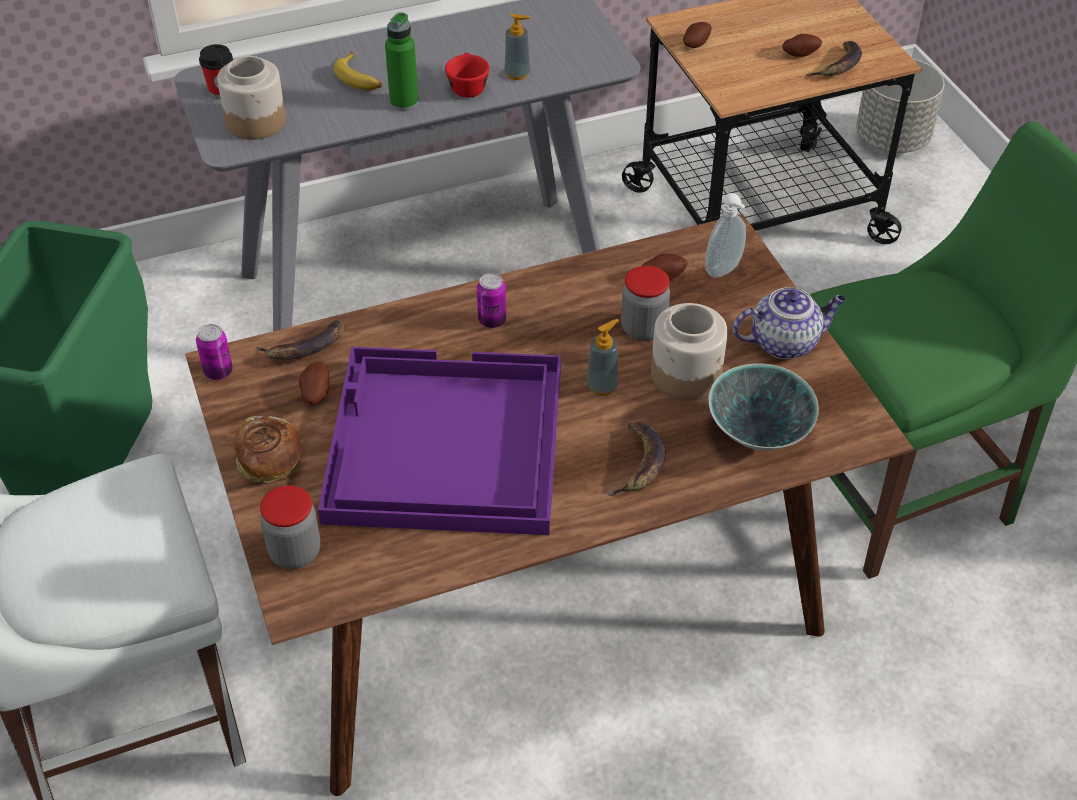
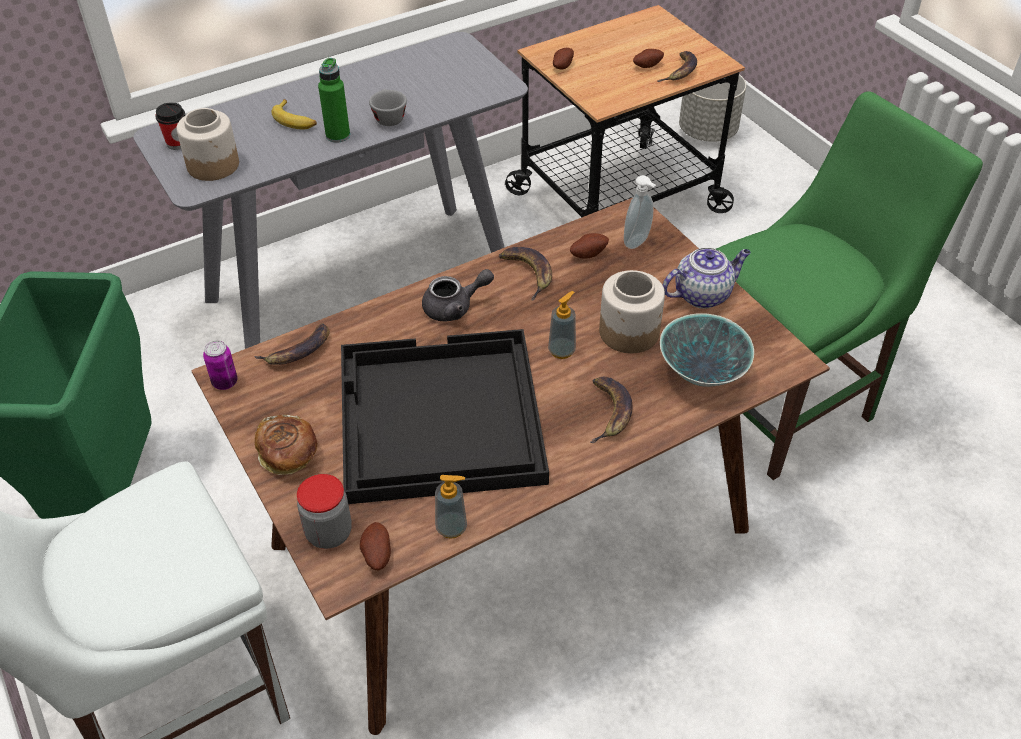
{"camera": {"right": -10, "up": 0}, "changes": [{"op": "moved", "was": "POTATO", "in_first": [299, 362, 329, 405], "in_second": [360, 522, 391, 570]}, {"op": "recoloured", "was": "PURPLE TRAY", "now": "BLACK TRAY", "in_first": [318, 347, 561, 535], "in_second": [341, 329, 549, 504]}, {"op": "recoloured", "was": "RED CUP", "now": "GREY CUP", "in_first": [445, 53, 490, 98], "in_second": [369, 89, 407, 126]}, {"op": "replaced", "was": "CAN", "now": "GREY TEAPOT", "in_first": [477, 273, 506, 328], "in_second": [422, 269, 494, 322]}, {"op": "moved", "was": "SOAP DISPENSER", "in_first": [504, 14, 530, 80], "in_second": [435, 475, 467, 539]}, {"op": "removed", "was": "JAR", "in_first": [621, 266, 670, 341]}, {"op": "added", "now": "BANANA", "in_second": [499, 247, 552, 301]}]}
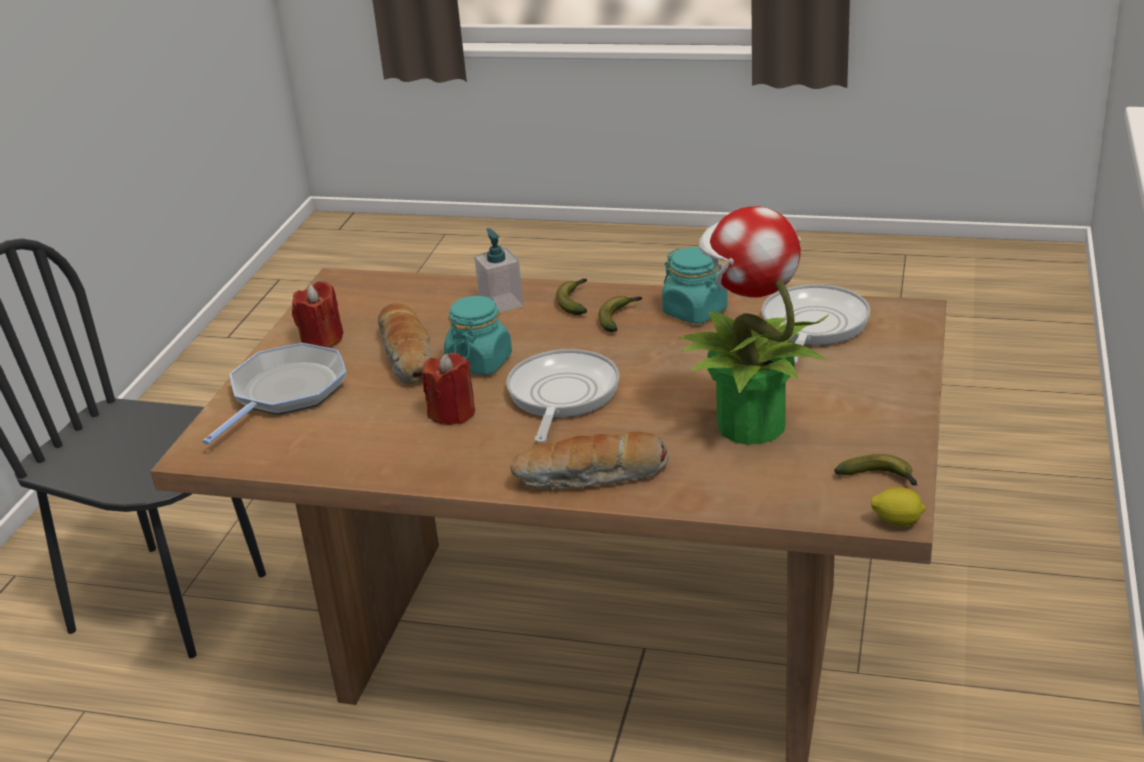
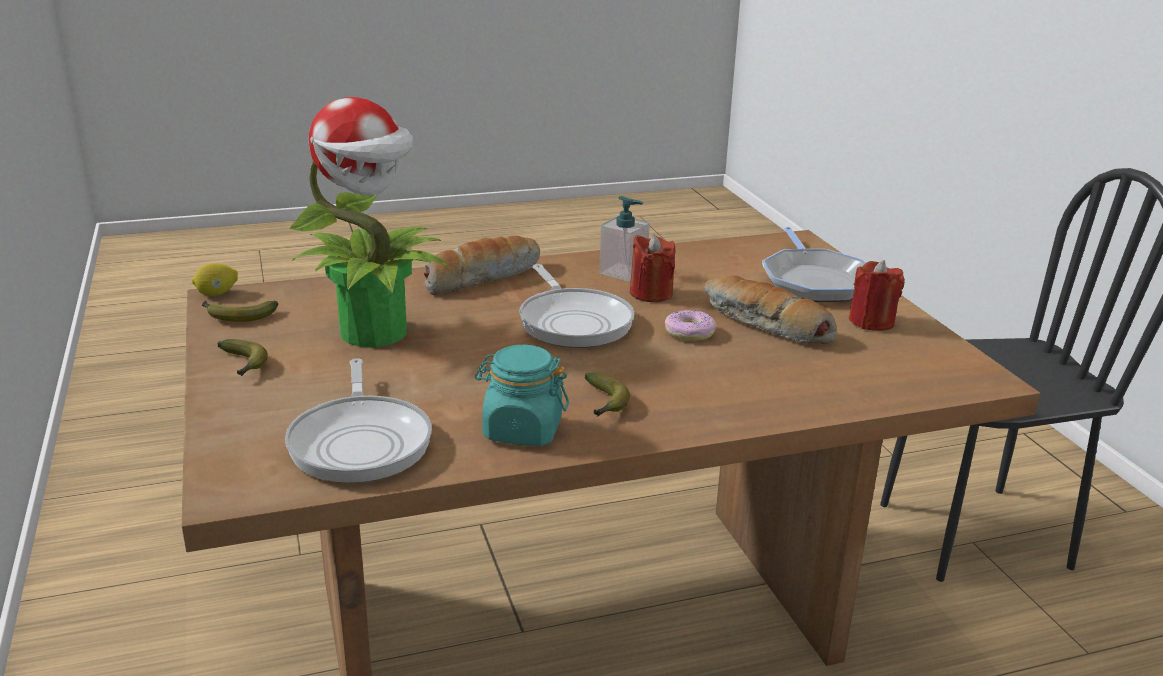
{"camera": {"right": 145, "up": -5}, "changes": [{"op": "replaced", "was": "TURQUOISE JAR", "now": "DONUT", "in_first": [444, 296, 512, 375], "in_second": [665, 310, 717, 341]}, {"op": "moved", "was": "SOAP DISPENSER", "in_first": [474, 228, 524, 313], "in_second": [599, 196, 650, 282]}, {"op": "moved", "was": "BANANA", "in_first": [556, 279, 587, 315], "in_second": [217, 339, 268, 376]}]}
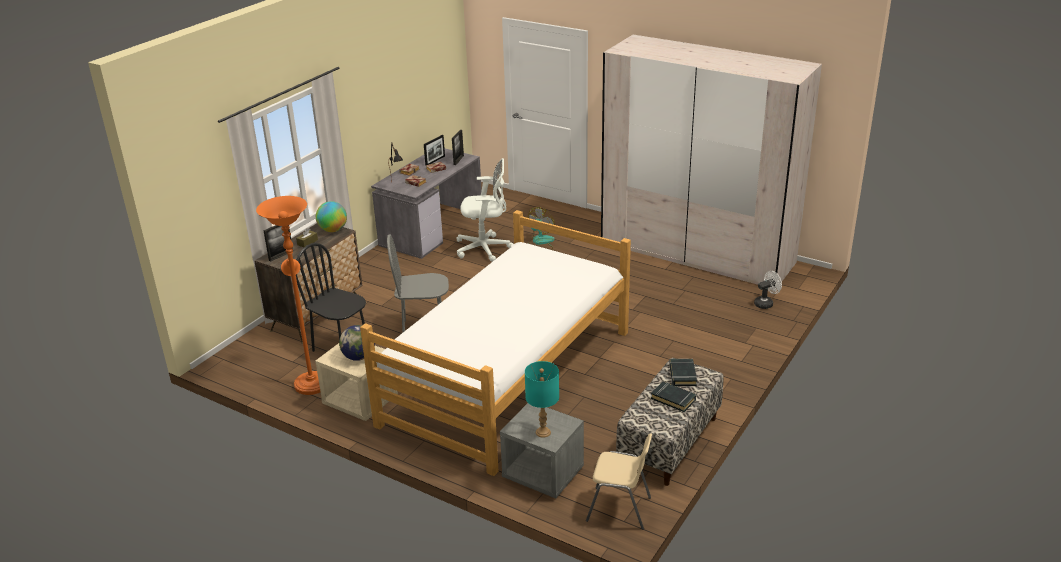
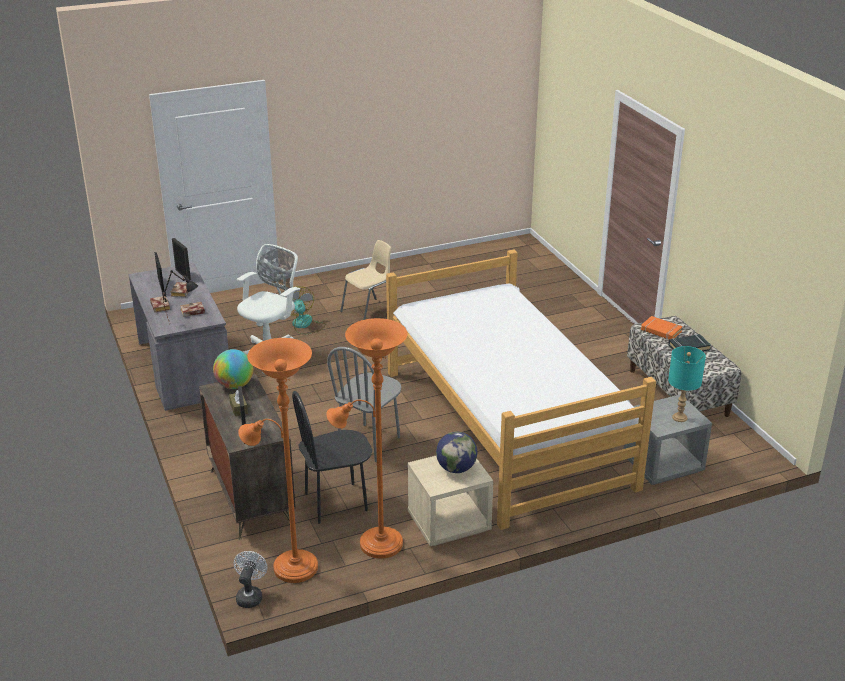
{"camera": {"right": -55, "up": 0}, "changes": [{"op": "moved", "was": "BEIGE CHAIR", "in_first": [586, 433, 652, 530], "in_second": [340, 240, 391, 320]}, {"op": "removed", "was": "BEIGE WARDROBE", "in_first": [601, 35, 822, 289]}, {"op": "recoloured", "was": "BLACK BOOK", "now": "ORANGE BOOK", "in_first": [669, 359, 697, 386], "in_second": [641, 316, 682, 340]}, {"op": "moved", "was": "WHITE FAN", "in_first": [754, 271, 782, 309], "in_second": [234, 551, 267, 608]}, {"op": "added", "now": "ORANGE FLOOR LAMP", "in_second": [238, 338, 318, 583]}]}
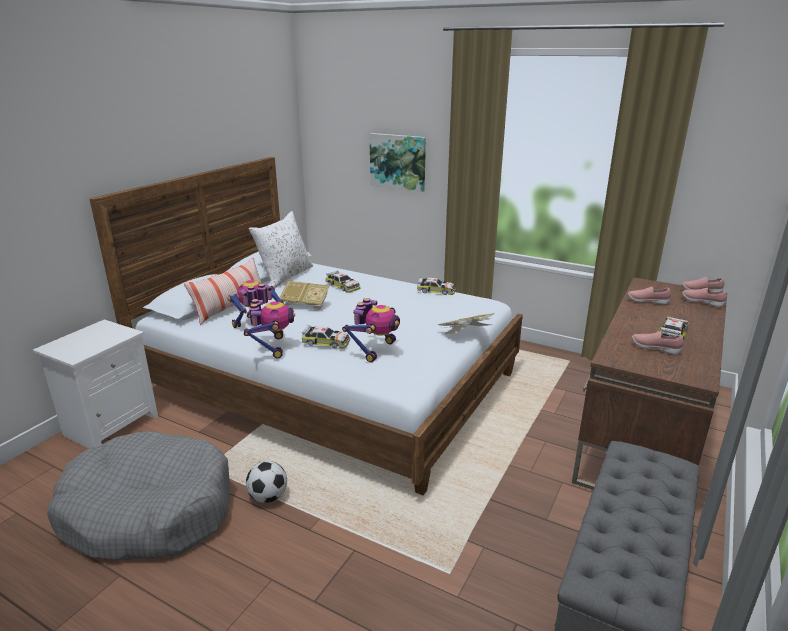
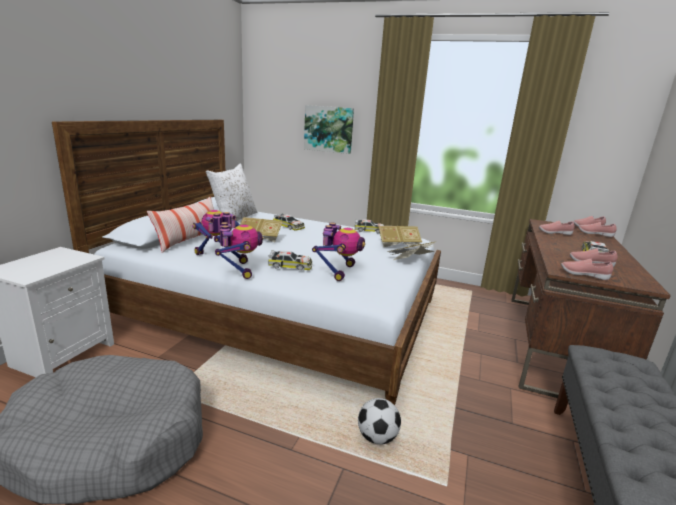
{"camera": {"right": -10, "up": -5}, "changes": [{"op": "moved", "was": "FOOTBALL", "in_first": [246, 461, 287, 503], "in_second": [358, 398, 401, 445]}, {"op": "added", "now": "BOOK", "in_second": [378, 226, 422, 247]}, {"op": "added", "now": "PINK SHOE", "in_second": [561, 259, 613, 280]}]}
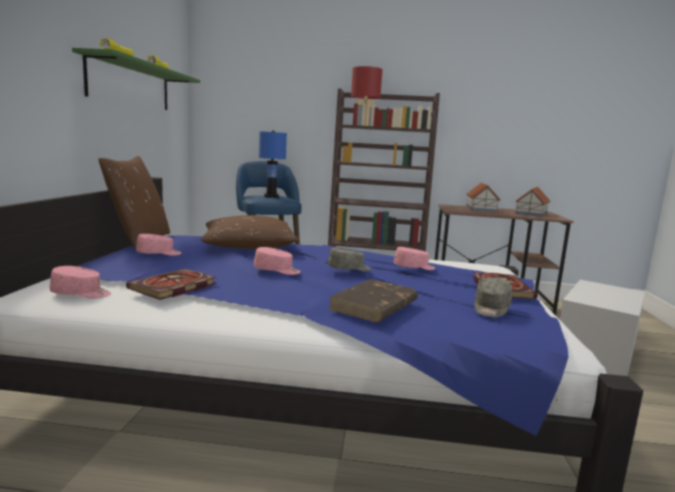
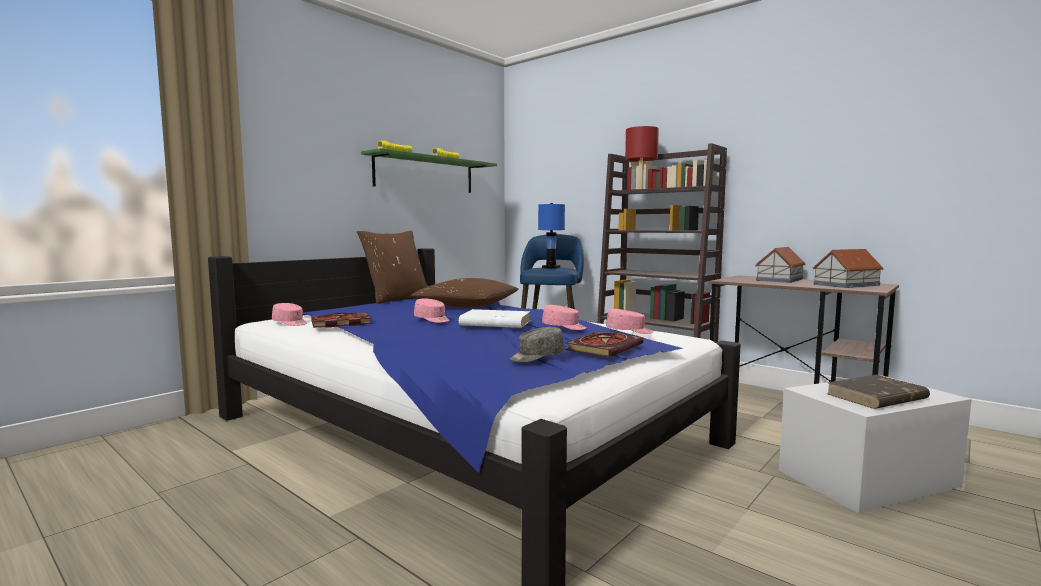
{"camera": {"right": 35, "up": -5}, "changes": [{"op": "moved", "was": "PINK CAP", "in_first": [136, 234, 181, 256], "in_second": [606, 309, 653, 334]}, {"op": "replaced", "was": "GREY CAP", "now": "WHITE BOOK", "in_first": [328, 248, 371, 271], "in_second": [459, 309, 530, 328]}, {"op": "moved", "was": "BROWN BOOK", "in_first": [328, 279, 418, 323], "in_second": [828, 375, 930, 409]}]}
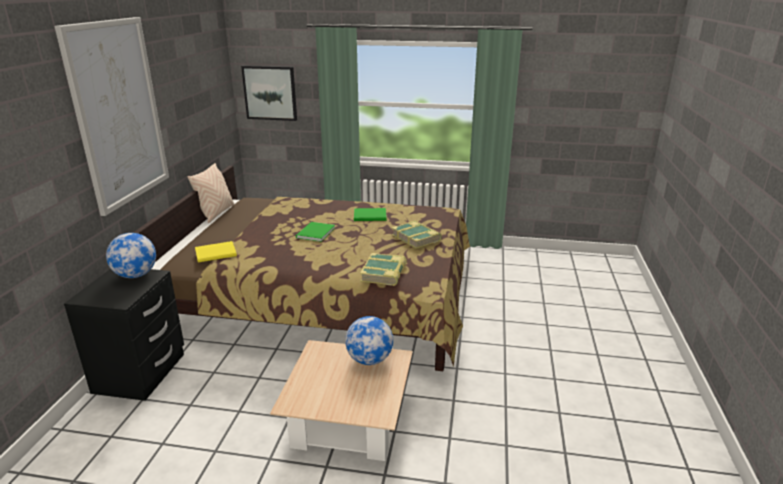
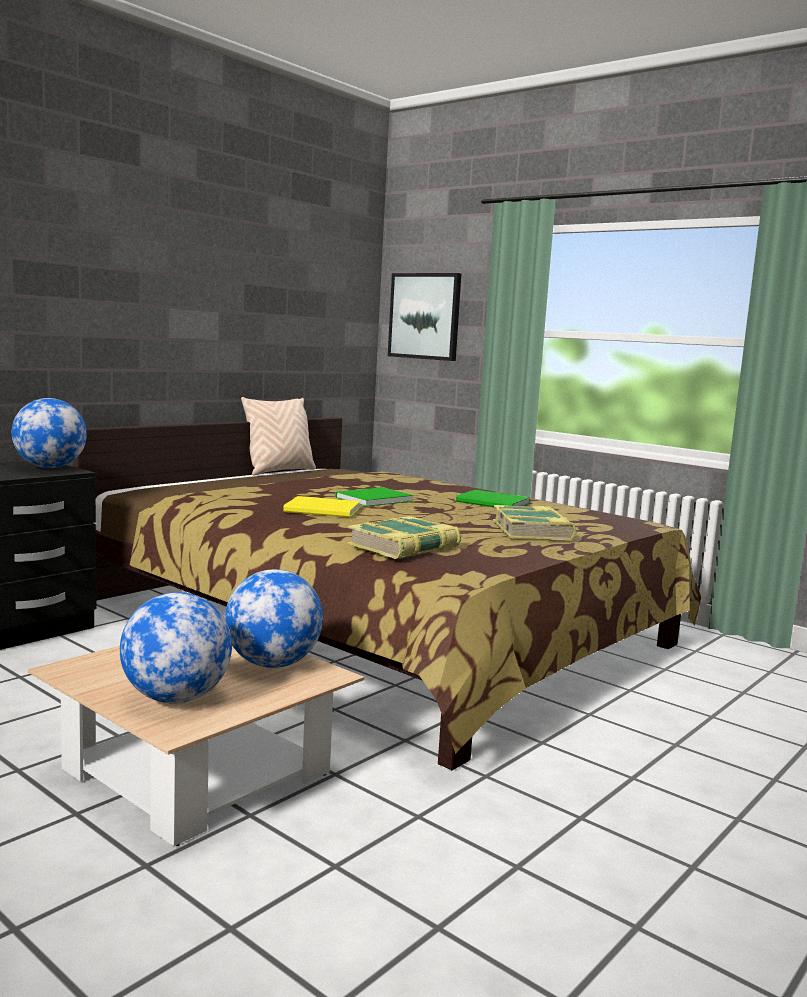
{"camera": {"right": 30, "up": -15}, "changes": [{"op": "removed", "was": "PICTURE", "in_first": [54, 17, 169, 216]}, {"op": "moved", "was": "YELLOW BOOK", "in_first": [195, 241, 237, 263], "in_second": [283, 496, 360, 518]}, {"op": "added", "now": "GLOBE", "in_second": [120, 592, 232, 703]}]}
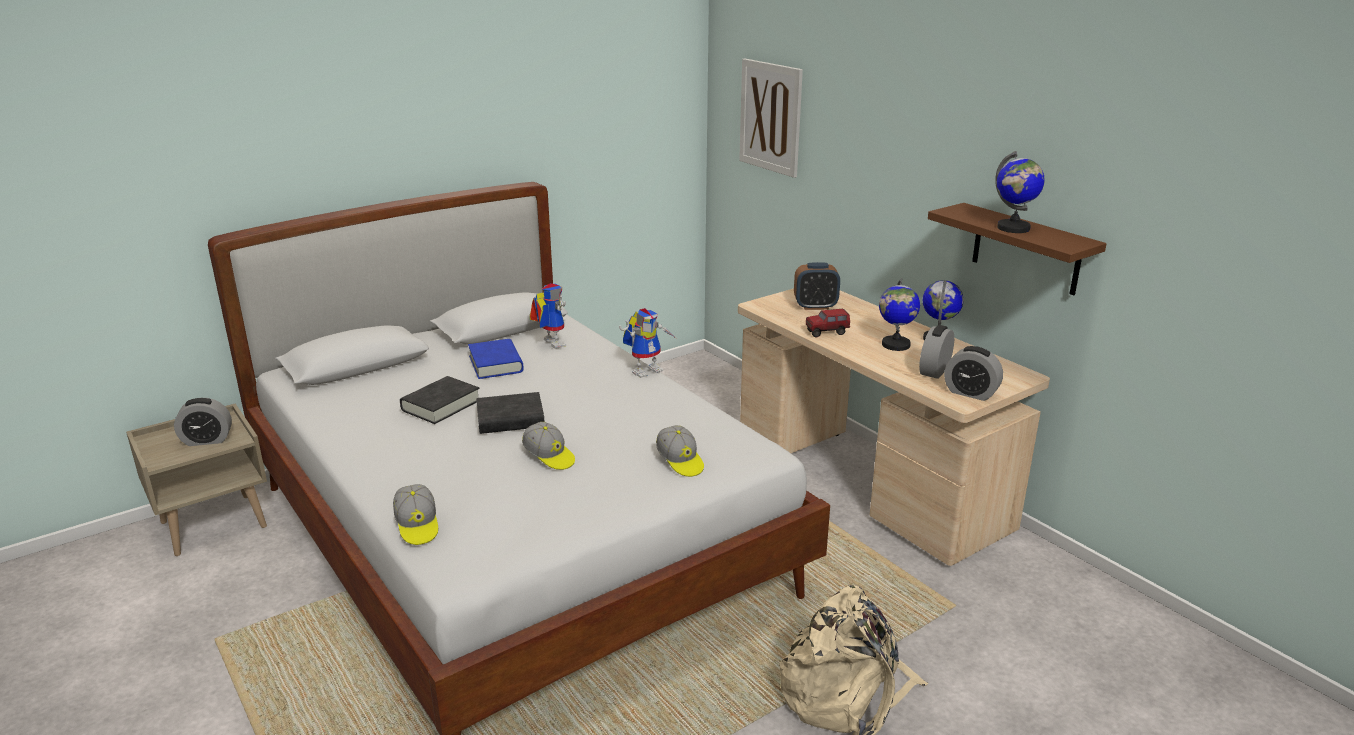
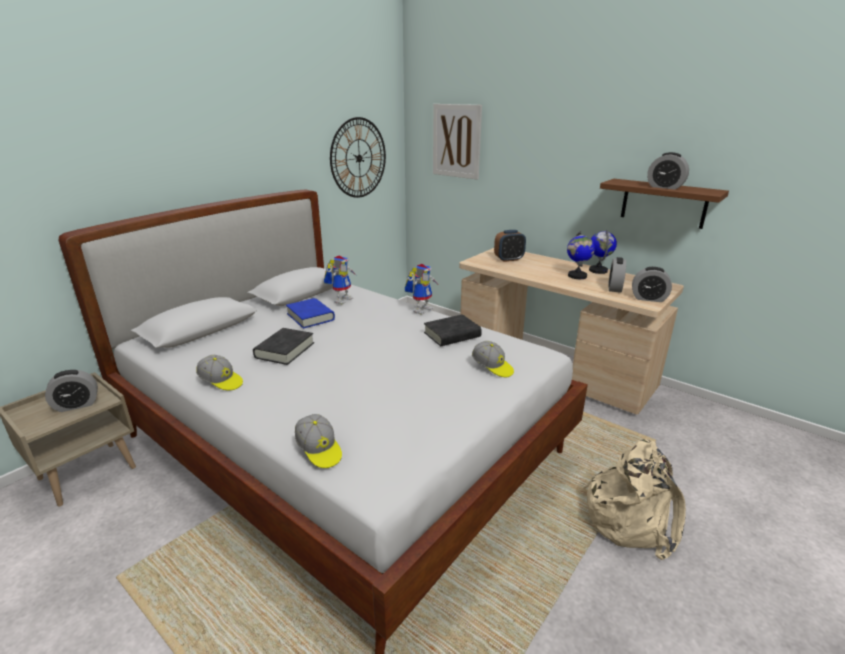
{"camera": {"right": -15, "up": 0}, "changes": [{"op": "moved", "was": "BLACK BOOK", "in_first": [476, 392, 544, 434], "in_second": [424, 314, 482, 346]}, {"op": "moved", "was": "CAP", "in_first": [522, 422, 575, 470], "in_second": [196, 355, 243, 391]}, {"op": "turned", "was": "TOY ROBOT", "in_first": [529, 283, 566, 349], "in_second": [324, 256, 356, 305], "clockwise": 75}, {"op": "removed", "was": "TOY TRUCK", "in_first": [806, 309, 850, 337]}, {"op": "replaced", "was": "GLOBE", "now": "ALARM CLOCK", "in_first": [995, 151, 1045, 233], "in_second": [647, 152, 689, 189]}, {"op": "added", "now": "WALL CLOCK", "in_second": [330, 117, 386, 198]}]}
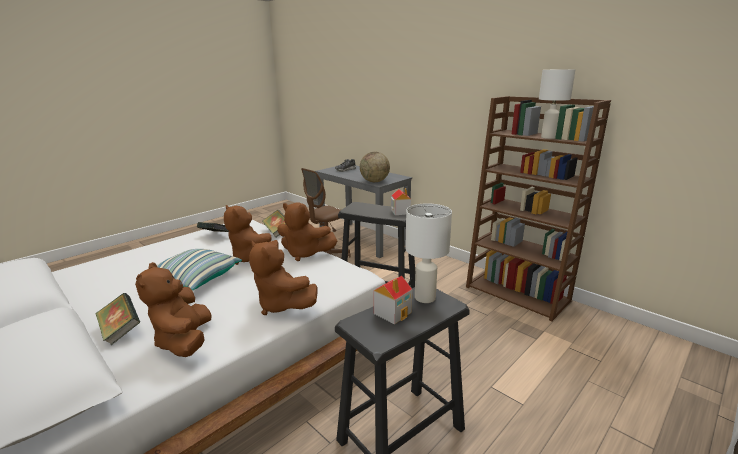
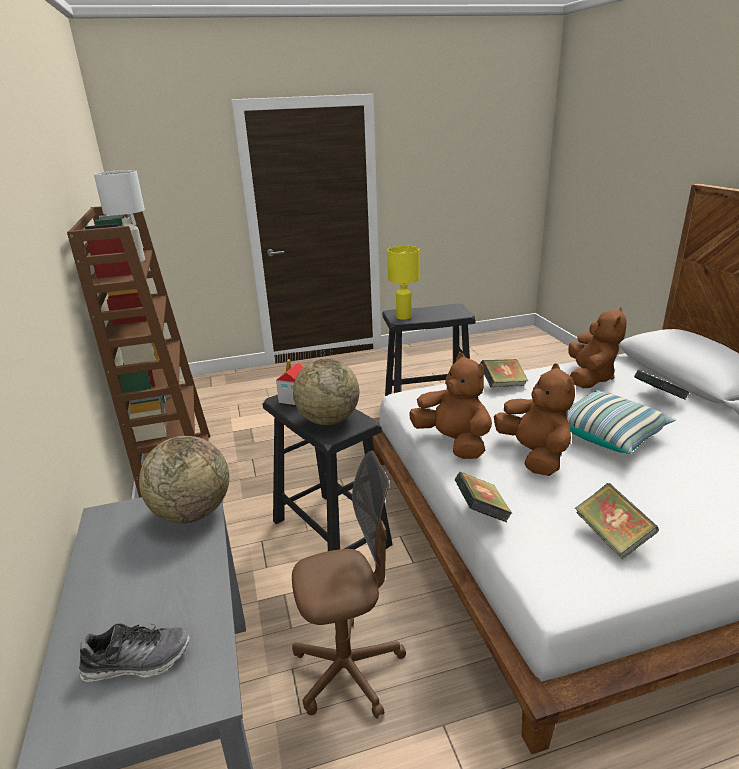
{"camera": {"right": -150, "up": 5}, "changes": [{"op": "replaced", "was": "BROWN PLUSH TOY", "now": "BOOK", "in_first": [249, 241, 318, 315], "in_second": [480, 359, 529, 387]}, {"op": "removed", "was": "TOY HOUSE", "in_first": [374, 276, 412, 324]}, {"op": "recoloured", "was": "WHITE TABLE LAMP", "now": "YELLOW TABLE LAMP", "in_first": [405, 203, 452, 303], "in_second": [387, 246, 419, 320]}, {"op": "added", "now": "GLOBE", "in_second": [293, 359, 359, 425]}]}
